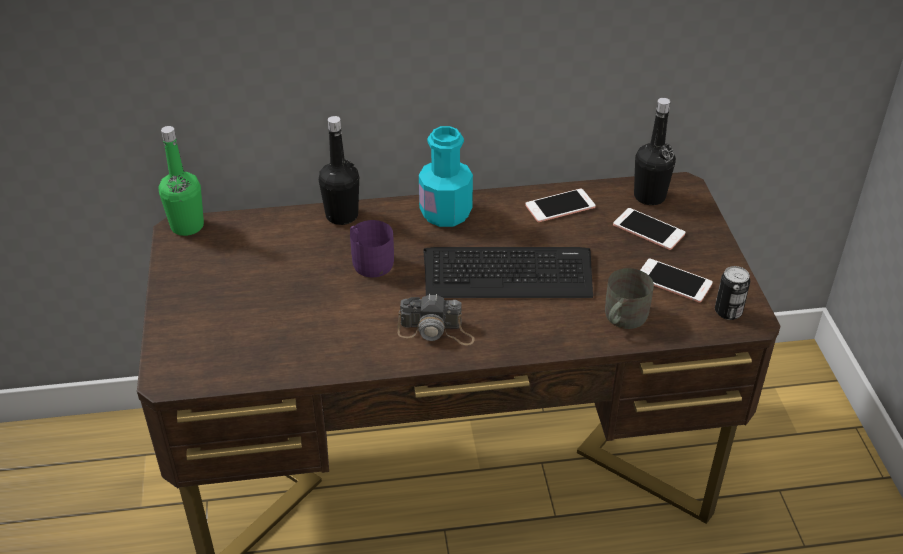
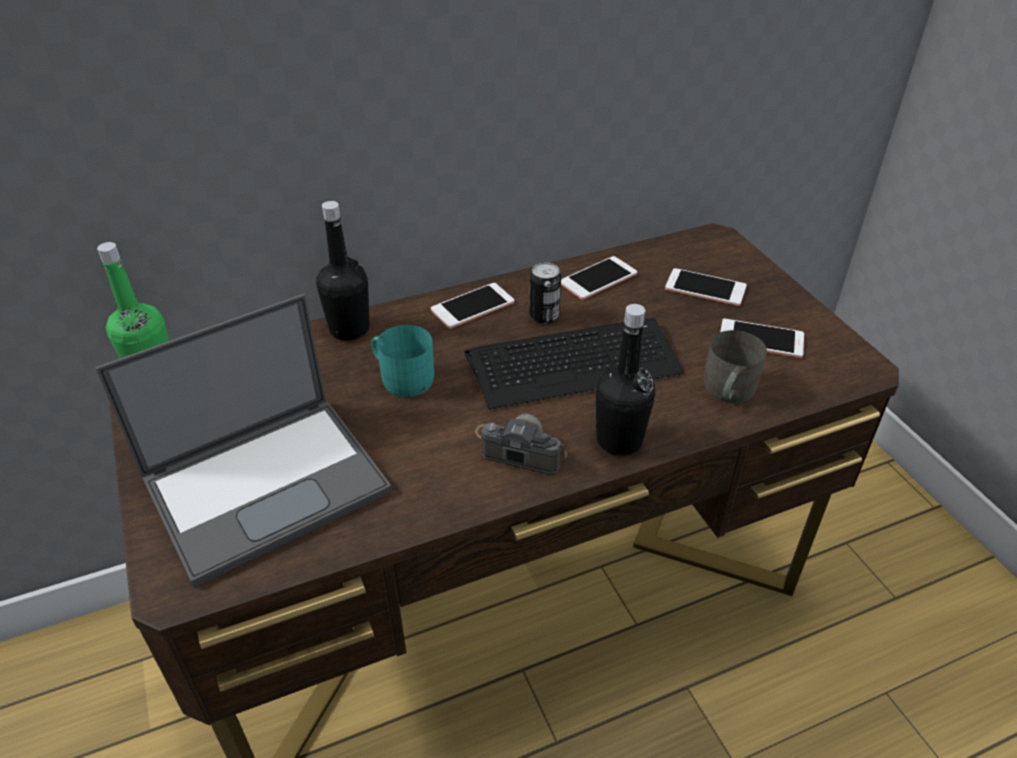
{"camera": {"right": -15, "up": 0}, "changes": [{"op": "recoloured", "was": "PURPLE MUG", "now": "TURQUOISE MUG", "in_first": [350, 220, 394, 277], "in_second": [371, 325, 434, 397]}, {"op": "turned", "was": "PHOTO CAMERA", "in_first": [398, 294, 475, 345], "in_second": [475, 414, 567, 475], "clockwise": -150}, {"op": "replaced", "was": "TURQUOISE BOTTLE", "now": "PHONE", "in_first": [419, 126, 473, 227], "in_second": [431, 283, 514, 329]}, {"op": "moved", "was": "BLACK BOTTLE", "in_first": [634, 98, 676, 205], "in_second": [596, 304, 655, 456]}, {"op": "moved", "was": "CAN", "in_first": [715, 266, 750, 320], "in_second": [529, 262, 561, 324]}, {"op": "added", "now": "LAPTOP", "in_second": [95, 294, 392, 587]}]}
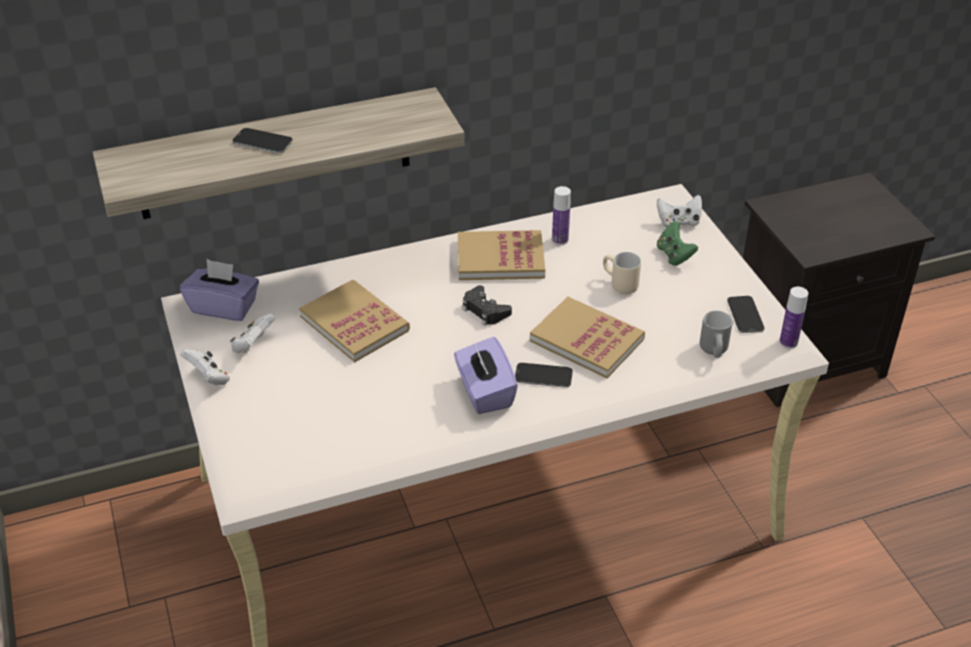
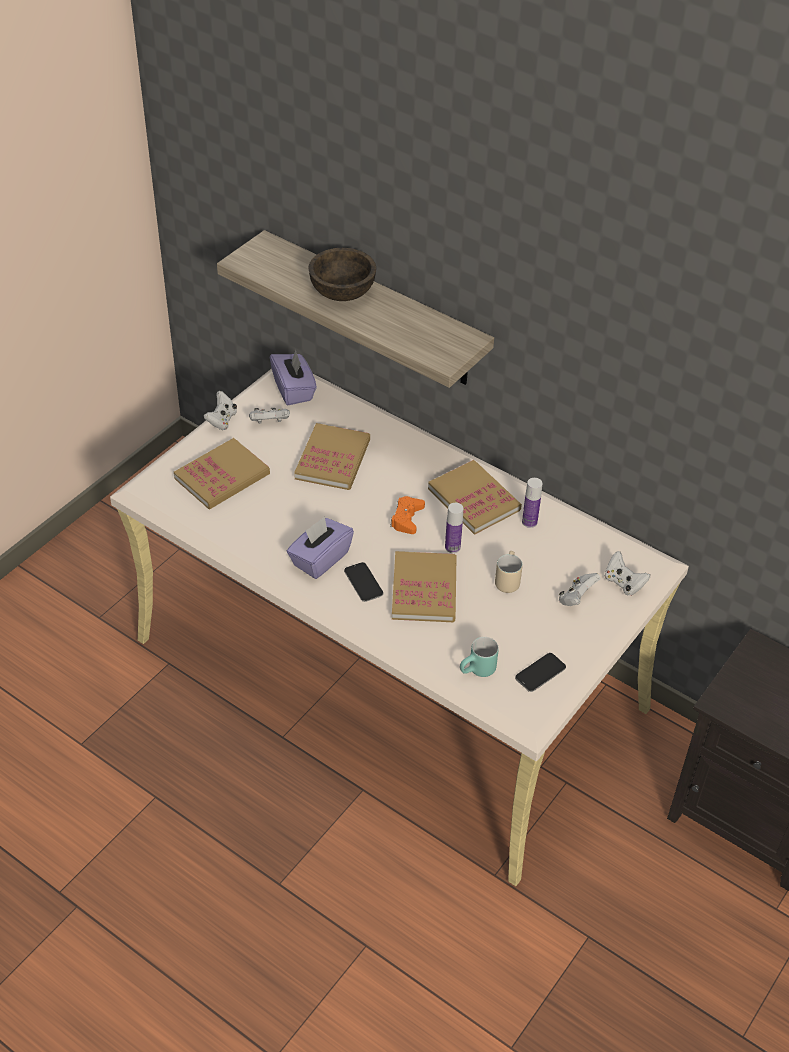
{"camera": {"right": 55, "up": 5}, "changes": [{"op": "replaced", "was": "PHONE", "now": "BROWN BOWL", "in_first": [232, 128, 293, 153], "in_second": [308, 248, 376, 301]}, {"op": "recoloured", "was": "BLACK GAME CONTROLLER", "now": "ORANGE GAME CONTROLLER", "in_first": [462, 285, 512, 326], "in_second": [390, 496, 425, 534]}, {"op": "recoloured", "was": "GREEN GAME CONTROLLER", "now": "WHITE GAME CONTROLLER", "in_first": [657, 221, 698, 266], "in_second": [559, 573, 600, 606]}, {"op": "recoloured", "was": "GREY MUG", "now": "TURQUOISE MUG", "in_first": [700, 311, 732, 358], "in_second": [460, 637, 499, 677]}, {"op": "moved", "was": "BOTTLE", "in_first": [779, 287, 808, 349], "in_second": [445, 503, 463, 553]}, {"op": "added", "now": "BOOK", "in_second": [174, 438, 270, 509]}]}
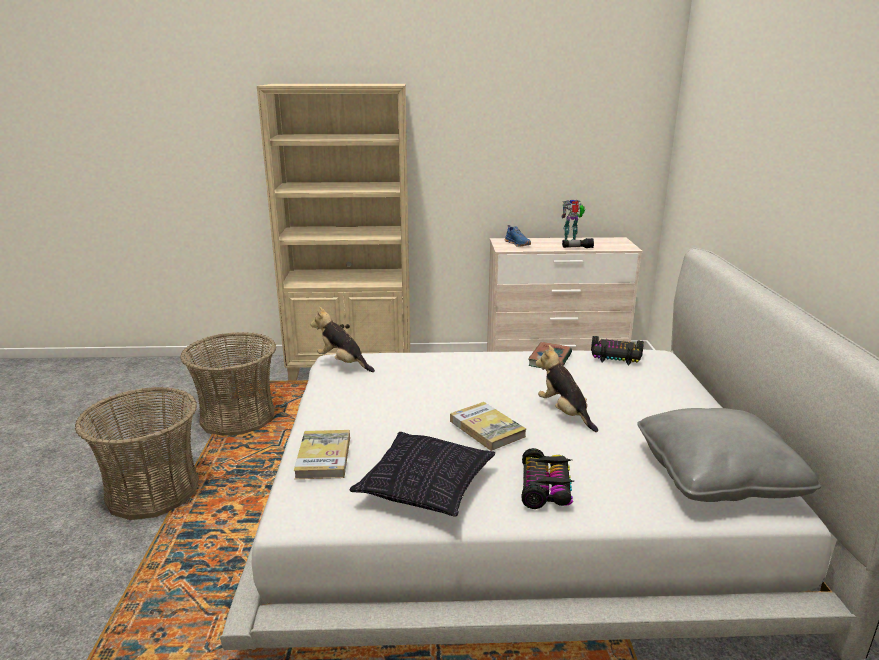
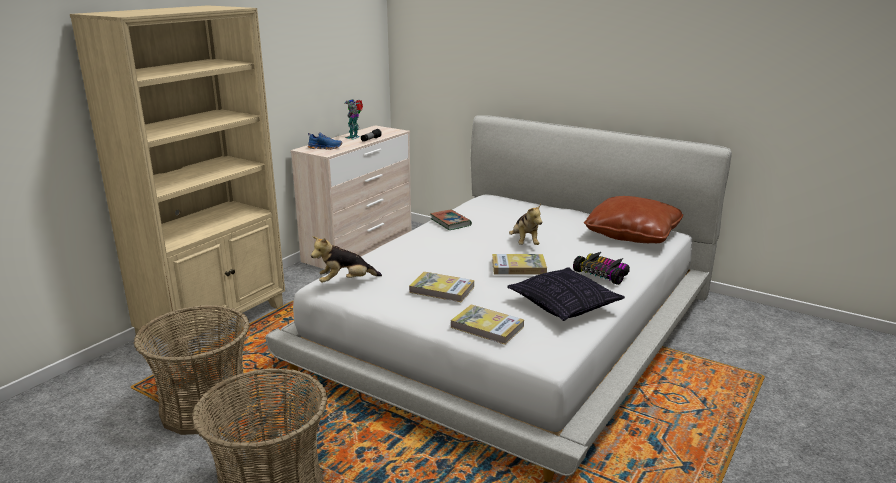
{"camera": {"right": -55, "up": 0}, "changes": [{"op": "turned", "was": "PLUSH TOY", "in_first": [536, 345, 598, 432], "in_second": [509, 204, 542, 245], "clockwise": -105}, {"op": "removed", "was": "TOY CAR", "in_first": [591, 336, 644, 366]}, {"op": "recoloured", "was": "GREY PILLOW", "now": "BROWN PILLOW", "in_first": [637, 408, 821, 502], "in_second": [584, 196, 683, 243]}, {"op": "added", "now": "BOOK", "in_second": [409, 272, 474, 302]}]}
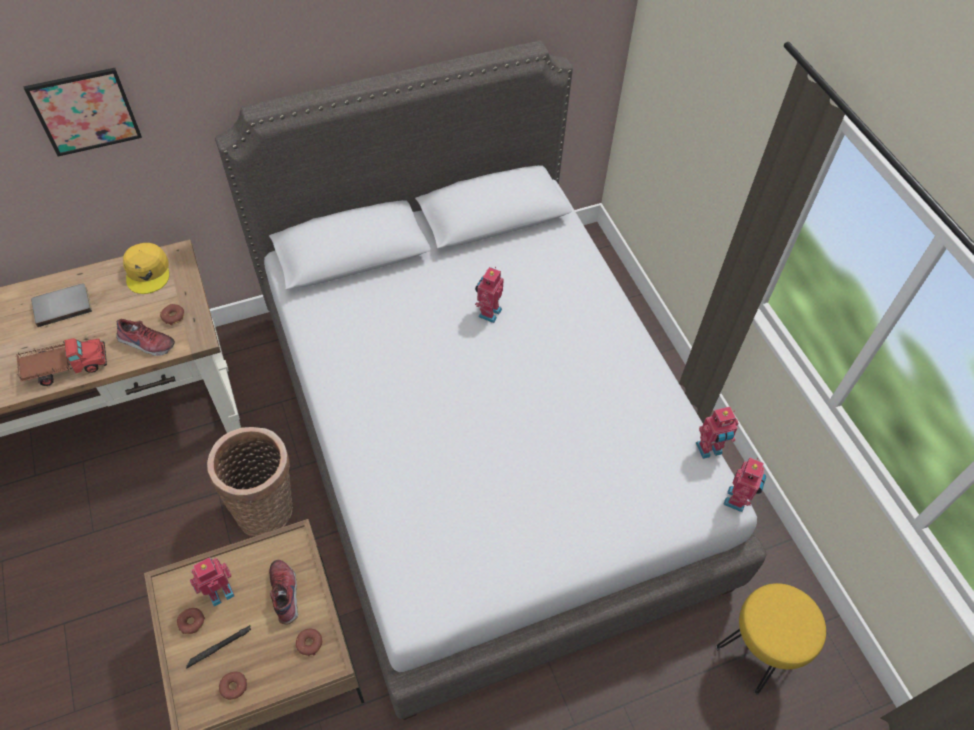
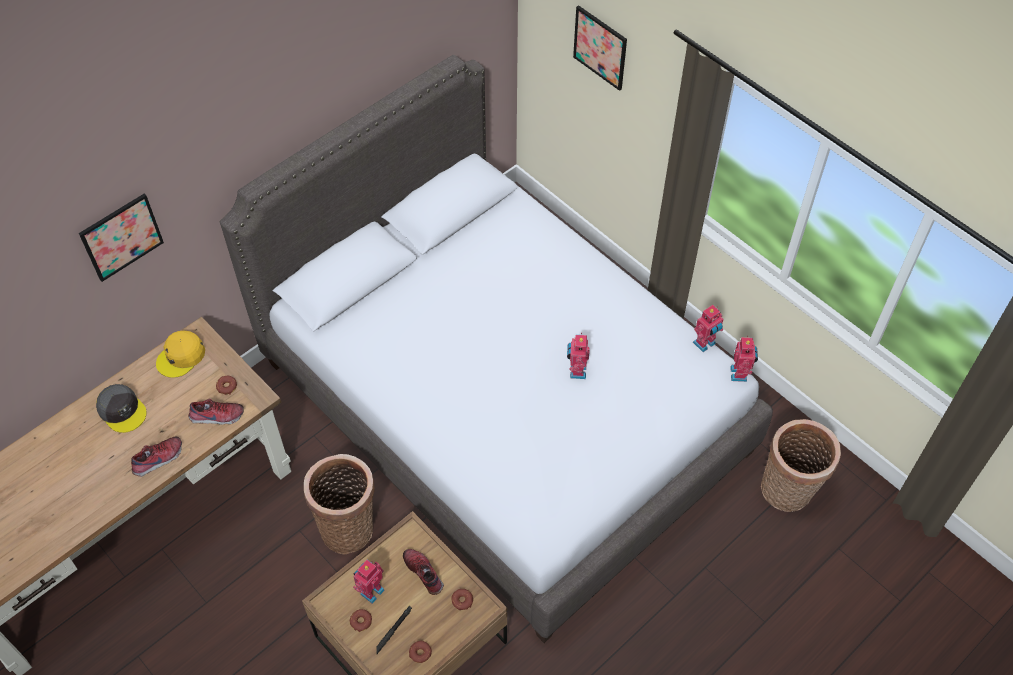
{"camera": {"right": -20, "up": 0}, "changes": [{"op": "replaced", "was": "TOY TRUCK", "now": "SHOE", "in_first": [16, 338, 107, 386], "in_second": [131, 437, 182, 477]}, {"op": "replaced", "was": "GREY BOOK", "now": "GREY CAP", "in_first": [31, 283, 92, 327], "in_second": [96, 384, 147, 433]}, {"op": "turned", "was": "YELLOW CAP", "in_first": [123, 243, 169, 294], "in_second": [156, 331, 205, 378], "clockwise": 75}, {"op": "moved", "was": "TOY ROBOT", "in_first": [475, 267, 504, 323], "in_second": [567, 333, 590, 379]}, {"op": "replaced", "was": "YELLOW STOOL", "now": "BASKET", "in_first": [716, 583, 826, 695], "in_second": [761, 419, 841, 512]}, {"op": "added", "now": "PICTURE", "in_second": [573, 5, 627, 91]}]}
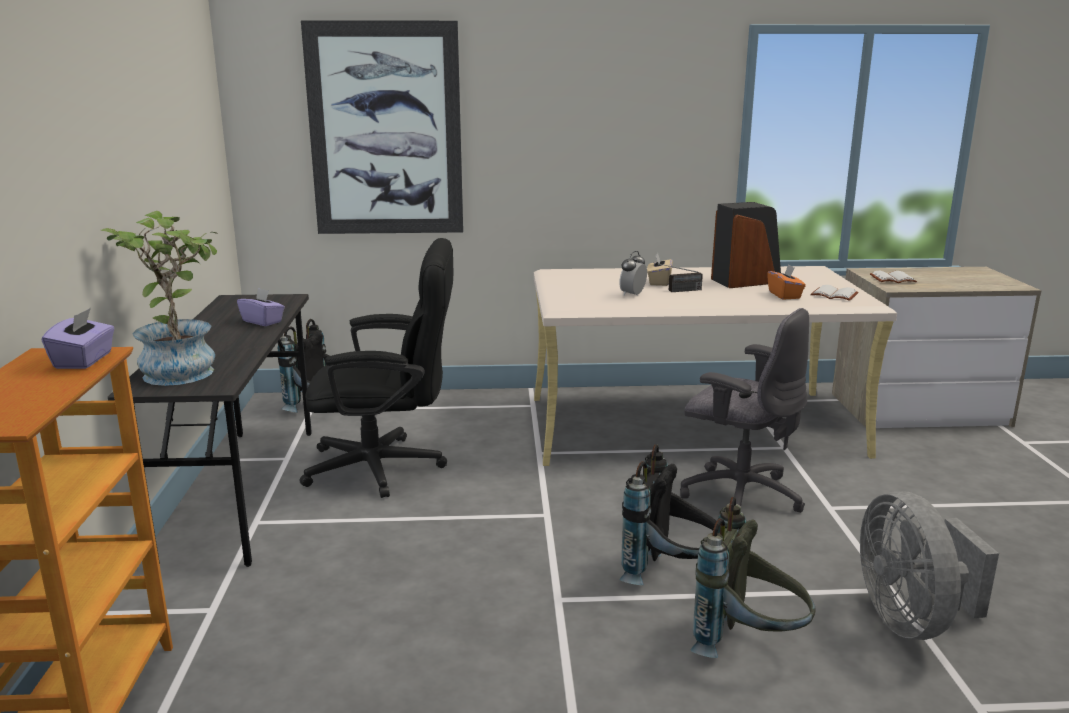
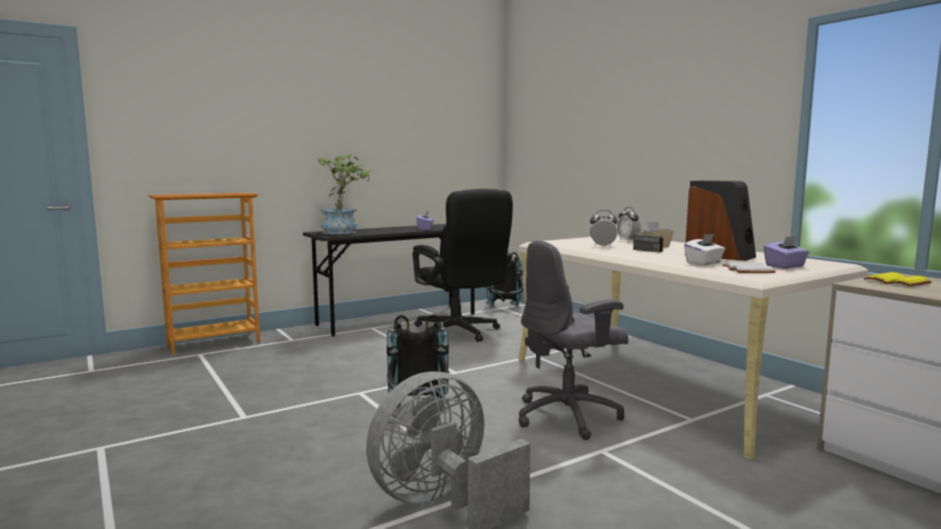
{"camera": {"right": 60, "up": -10}, "changes": [{"op": "moved", "was": "PURPLE TISSUE BOX", "in_first": [42, 308, 115, 369], "in_second": [764, 236, 809, 269]}, {"op": "removed", "was": "PICTURE", "in_first": [301, 20, 463, 234]}, {"op": "turned", "was": "GREY OFFICE CHAIR", "in_first": [680, 308, 809, 513], "in_second": [519, 241, 629, 440], "clockwise": 60}, {"op": "removed", "was": "GREY BACKPACK", "in_first": [690, 497, 815, 658]}, {"op": "recoloured", "was": "ORANGE TISSUE BOX", "now": "WHITE TISSUE BOX", "in_first": [767, 264, 806, 300], "in_second": [684, 234, 725, 266]}, {"op": "recoloured", "was": "WHITE BOOK", "now": "YELLOW BOOK", "in_first": [870, 271, 917, 283], "in_second": [864, 272, 932, 287]}, {"op": "added", "now": "ALARM CLOCK", "in_second": [617, 207, 641, 242]}]}
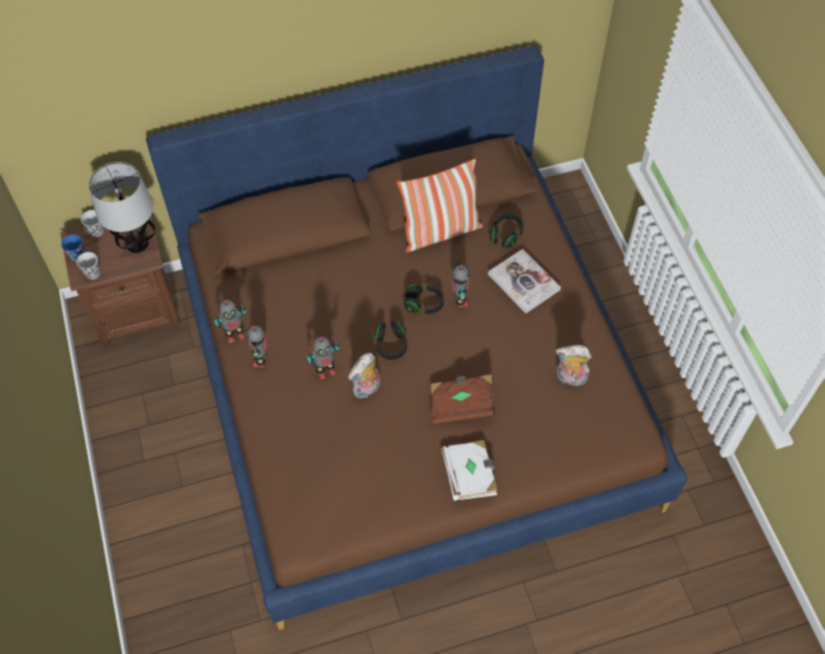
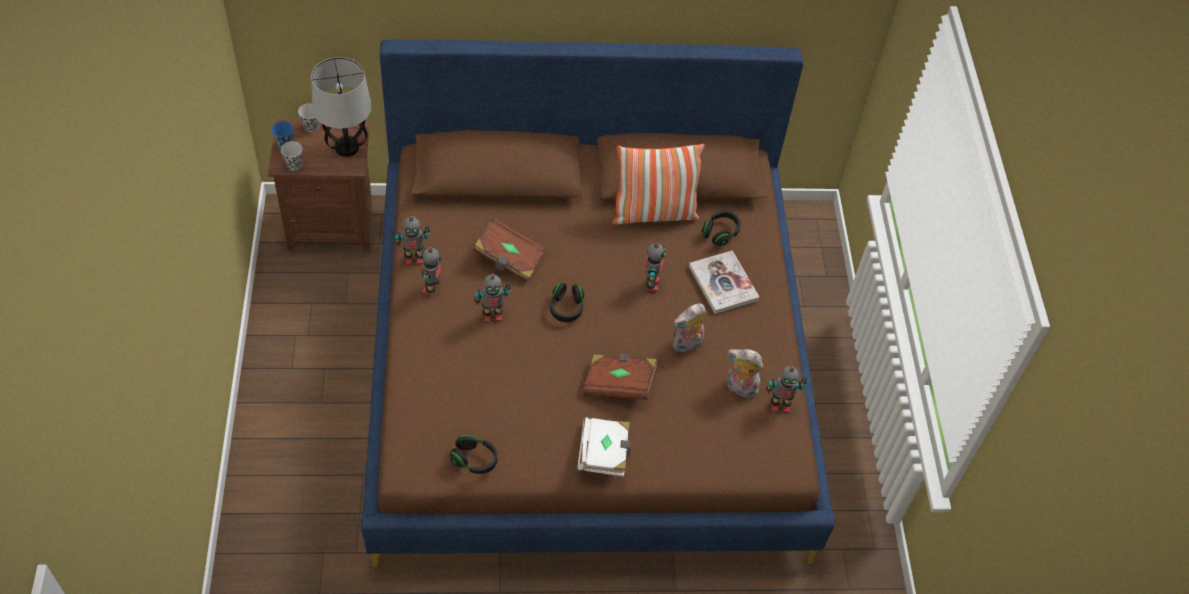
{"camera": {"right": 10, "up": -5}, "changes": [{"op": "moved", "was": "PLUSH TOY", "in_first": [348, 353, 380, 398], "in_second": [672, 303, 706, 353]}, {"op": "moved", "was": "BLACK HEADPHONES", "in_first": [404, 284, 444, 314], "in_second": [450, 434, 498, 474]}, {"op": "added", "now": "BROWN BOOK", "in_second": [473, 217, 546, 282]}, {"op": "added", "now": "TOY ROBOT", "in_second": [767, 366, 807, 413]}]}
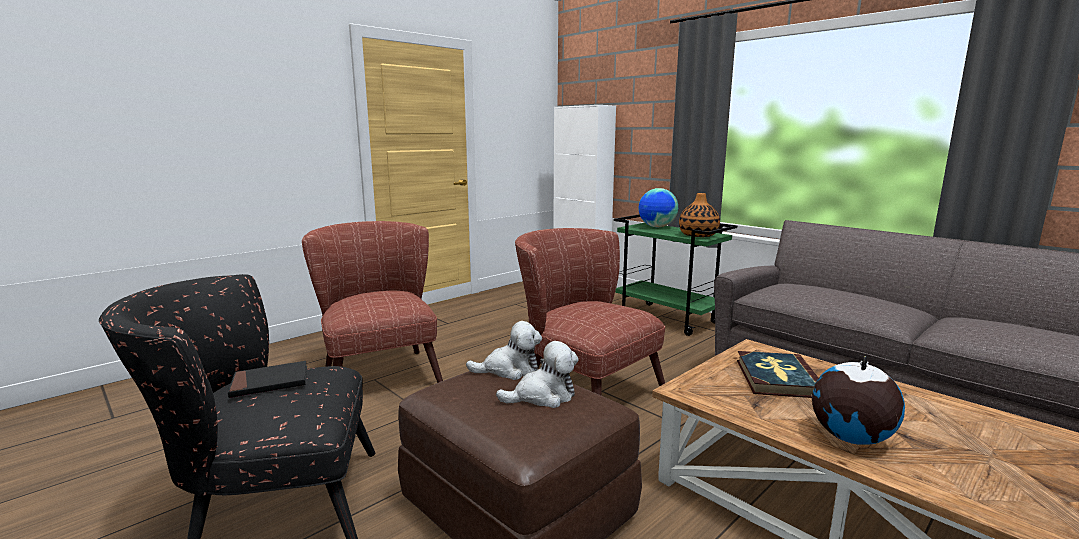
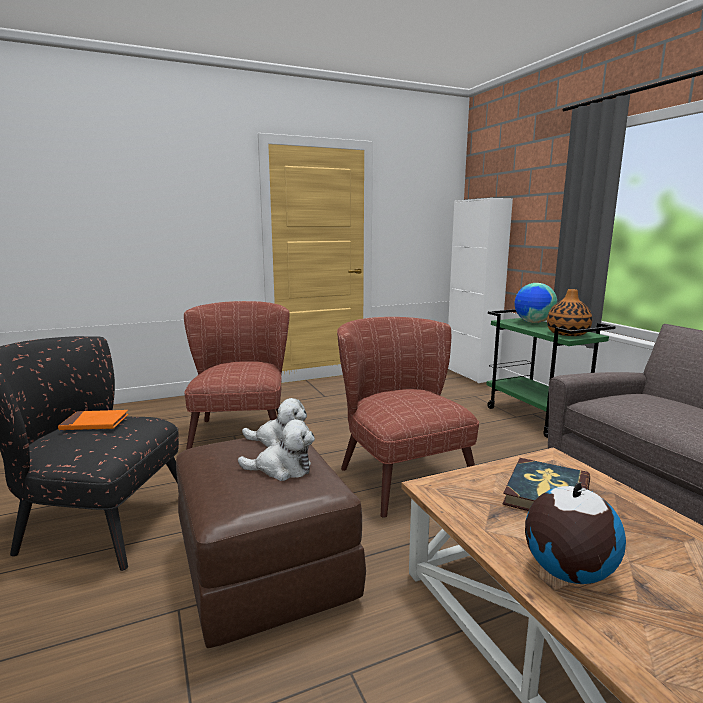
{"camera": {"right": 20, "up": 0}, "changes": [{"op": "recoloured", "was": "BLACK BOOK", "now": "ORANGE BOOK", "in_first": [228, 361, 307, 398], "in_second": [58, 410, 129, 430]}]}
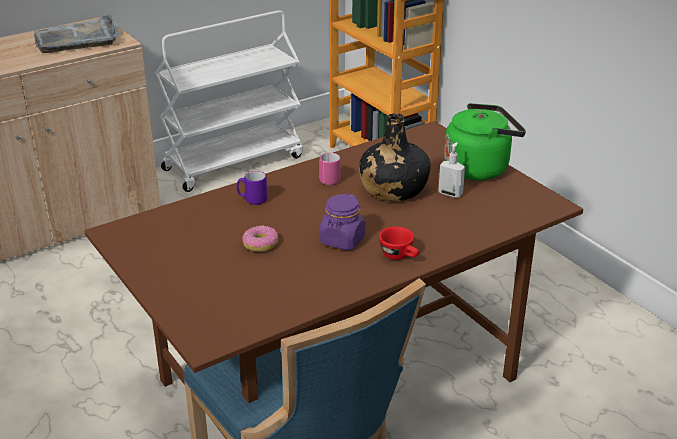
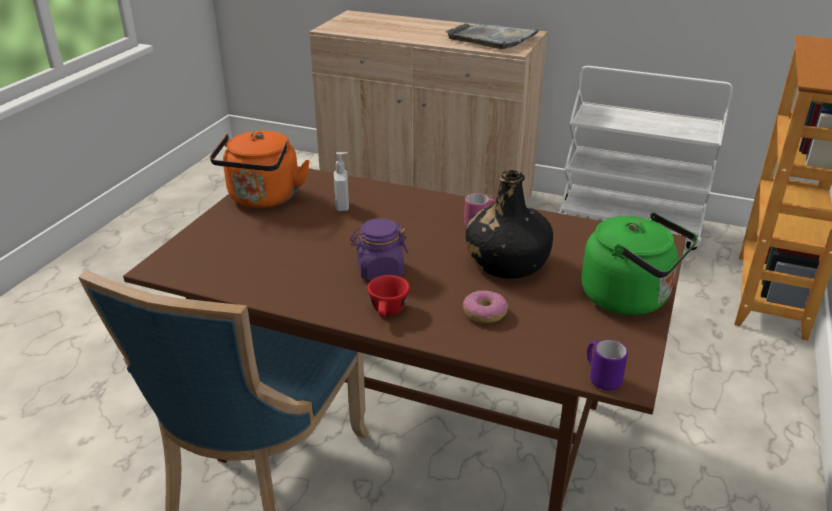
{"camera": {"right": 55, "up": 0}, "changes": [{"op": "moved", "was": "PURPLE MUG", "in_first": [236, 171, 267, 205], "in_second": [587, 340, 628, 390]}, {"op": "moved", "was": "DONUT", "in_first": [242, 226, 278, 252], "in_second": [463, 290, 508, 323]}, {"op": "moved", "was": "SOAP DISPENSER", "in_first": [438, 142, 465, 198], "in_second": [334, 152, 349, 211]}, {"op": "added", "now": "ORANGE KETTLE", "in_second": [210, 131, 310, 208]}]}
